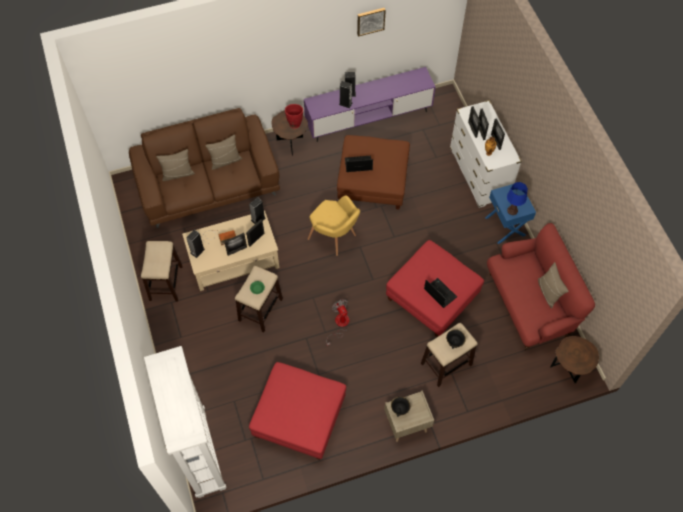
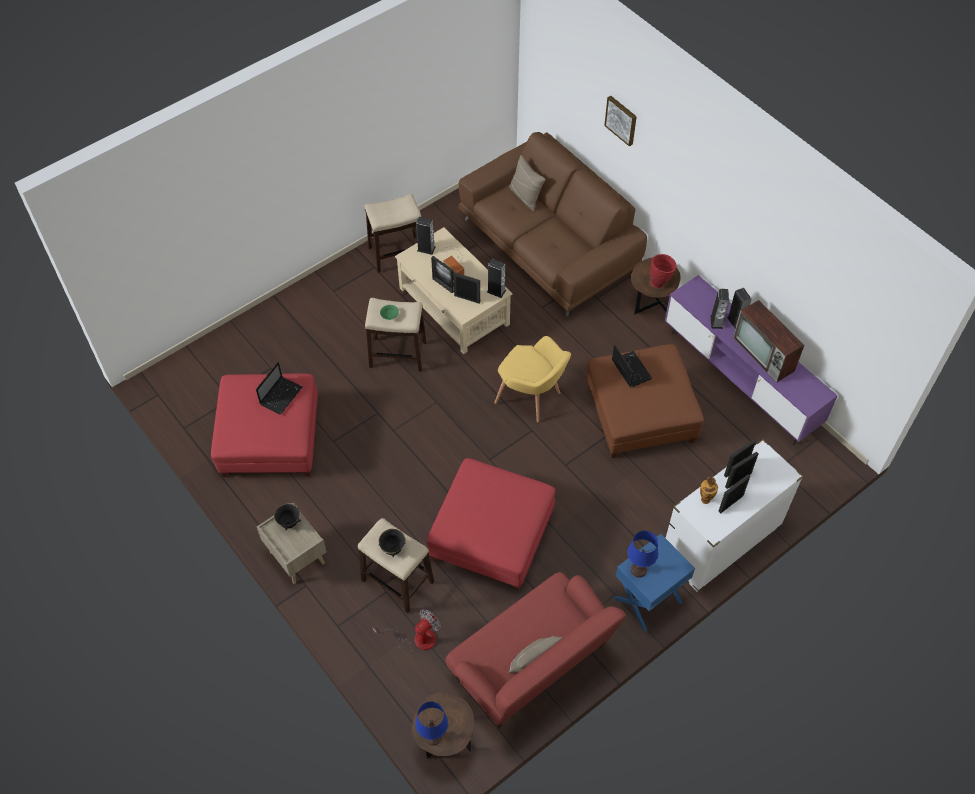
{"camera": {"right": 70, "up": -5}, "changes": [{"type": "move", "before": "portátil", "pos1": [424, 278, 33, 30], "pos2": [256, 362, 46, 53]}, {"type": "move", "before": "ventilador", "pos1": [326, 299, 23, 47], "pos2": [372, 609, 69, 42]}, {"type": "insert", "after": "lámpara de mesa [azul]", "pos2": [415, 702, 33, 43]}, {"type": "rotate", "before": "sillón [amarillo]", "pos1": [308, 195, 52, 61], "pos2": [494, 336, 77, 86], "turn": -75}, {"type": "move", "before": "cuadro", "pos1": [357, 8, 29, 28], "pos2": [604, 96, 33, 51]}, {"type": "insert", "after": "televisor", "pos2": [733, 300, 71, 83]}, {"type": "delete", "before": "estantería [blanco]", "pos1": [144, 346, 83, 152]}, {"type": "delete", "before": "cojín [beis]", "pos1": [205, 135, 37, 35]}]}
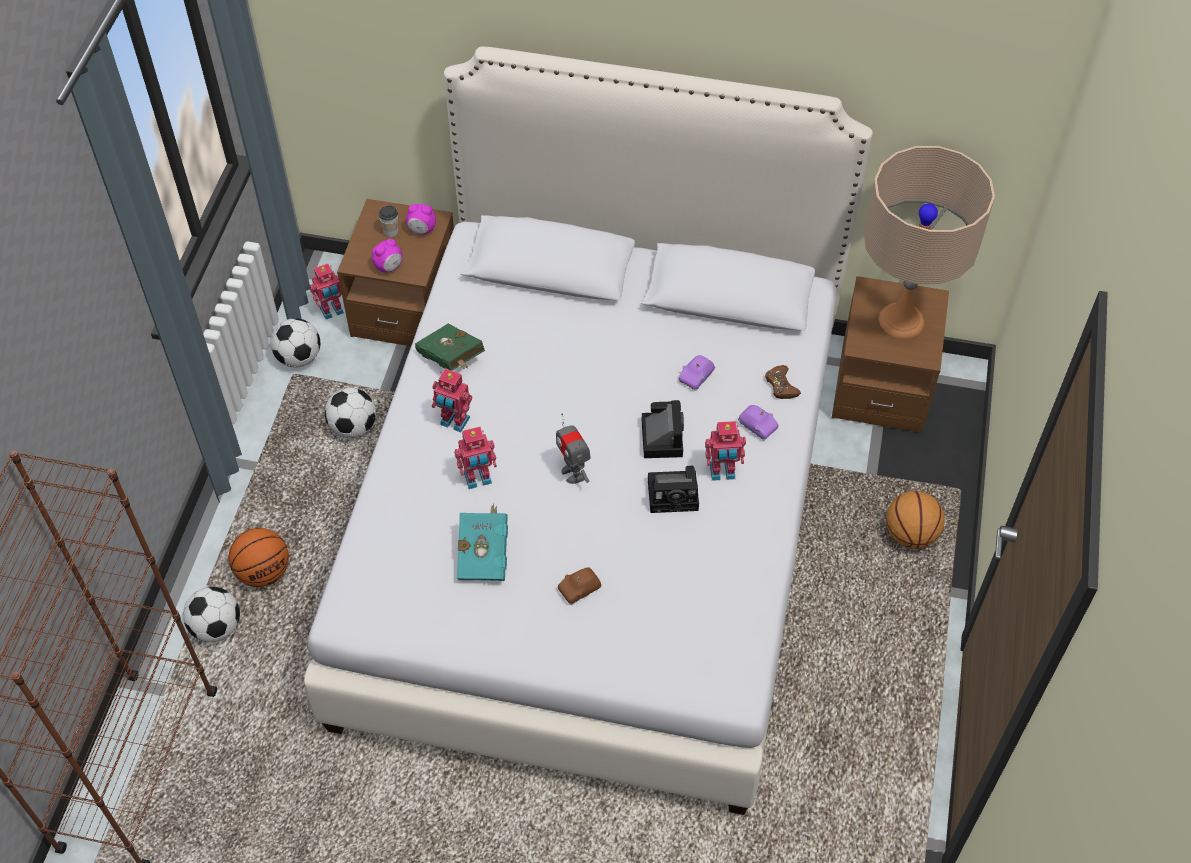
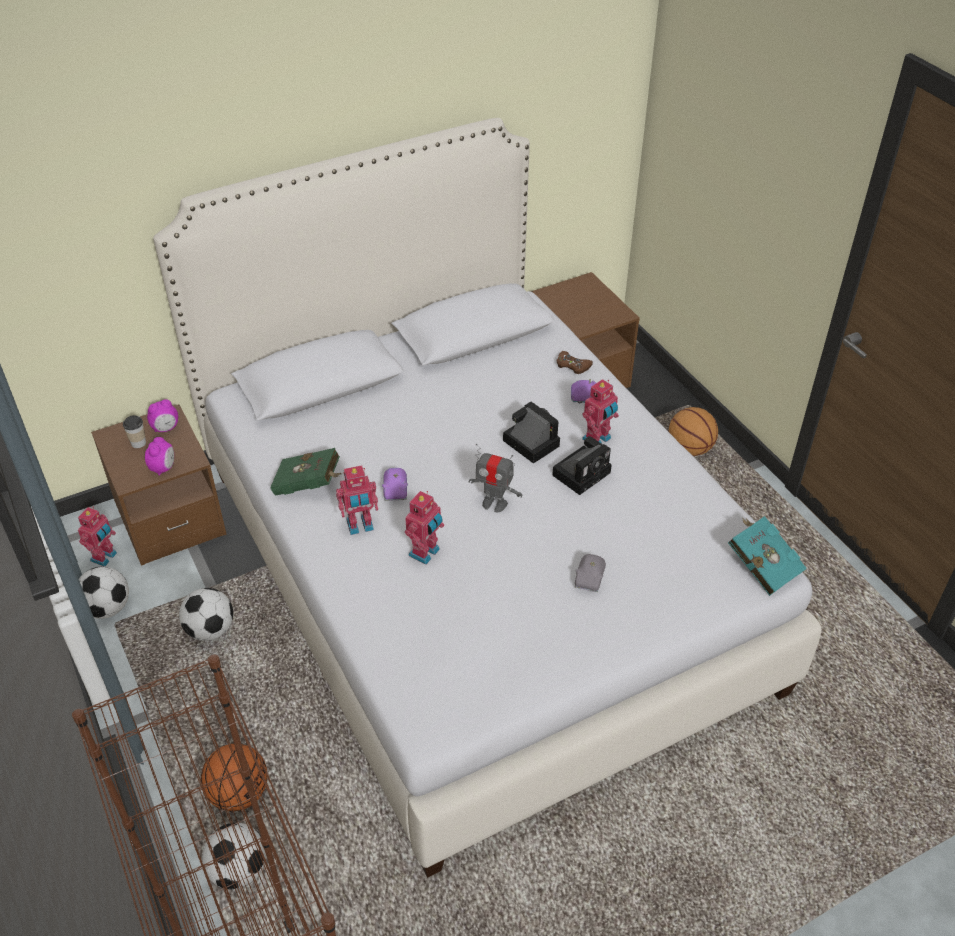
{"camera": {"right": -40, "up": -10}, "changes": [{"type": "move", "before": "coche de juguete [morado]", "pos1": [679, 355, 36, 36], "pos2": [382, 468, 26, 33]}, {"type": "recolor", "before": "coche de juguete [marrón]", "after": "coche de juguete [gris]", "pos1": [558, 567, 43, 38], "pos2": [575, 554, 31, 38]}, {"type": "move", "before": "libro [turquesa]", "pos1": [457, 503, 51, 78], "pos2": [728, 516, 79, 80]}, {"type": "delete", "before": "lámpara de mesa [beis]", "pos1": [864, 146, 131, 193]}]}
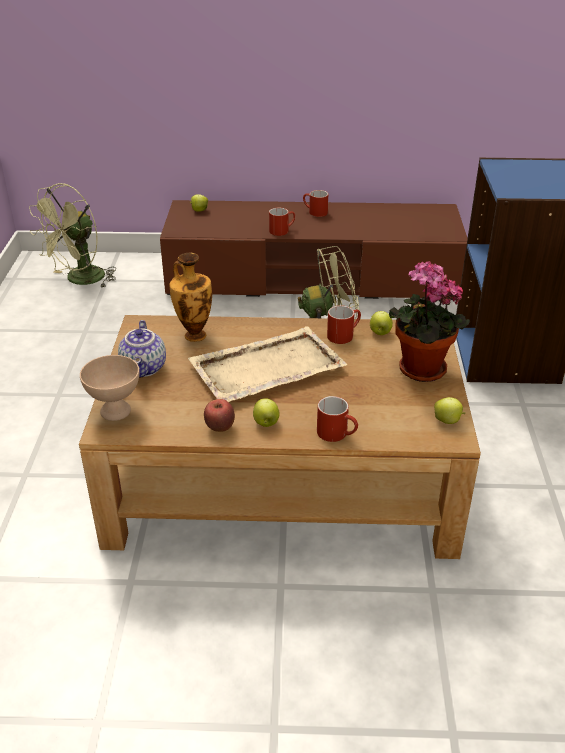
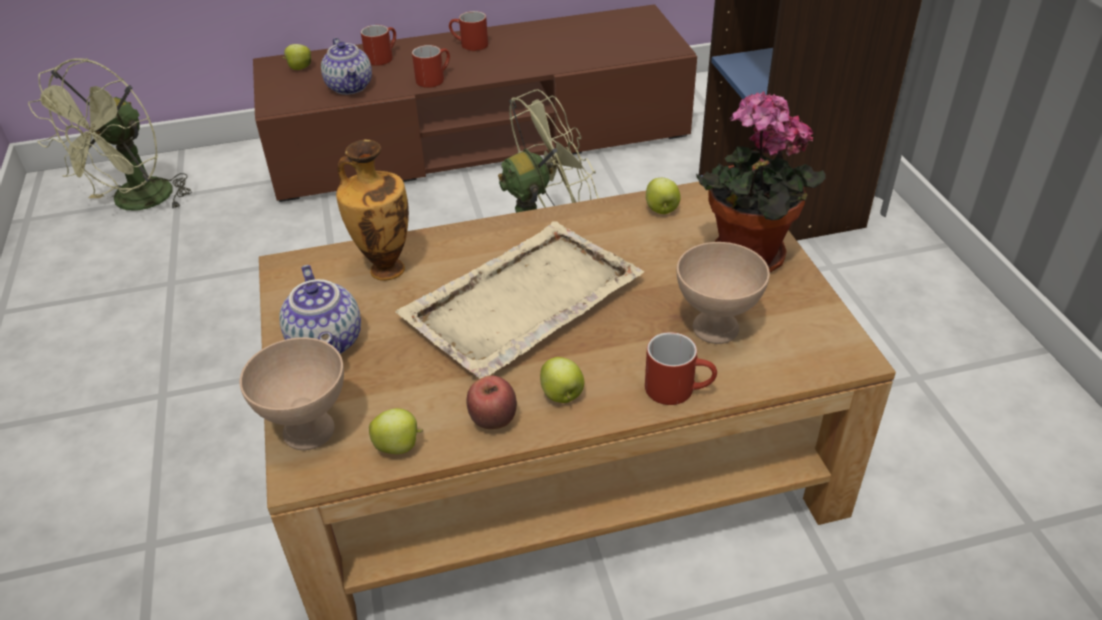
{"camera": {"right": -15, "up": 5}, "changes": [{"type": "insert", "after": "tetera", "pos2": [321, 38, 51, 57]}, {"type": "move", "before": "taza grande [rojo]", "pos1": [327, 305, 34, 39], "pos2": [361, 25, 35, 41]}, {"type": "move", "before": "manzana", "pos1": [434, 397, 31, 27], "pos2": [369, 408, 54, 46]}, {"type": "insert", "after": "cuenco [beis]", "pos2": [677, 242, 93, 102]}]}
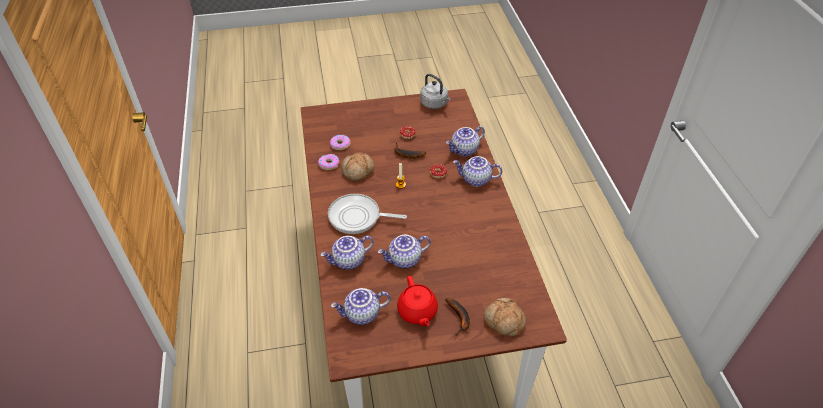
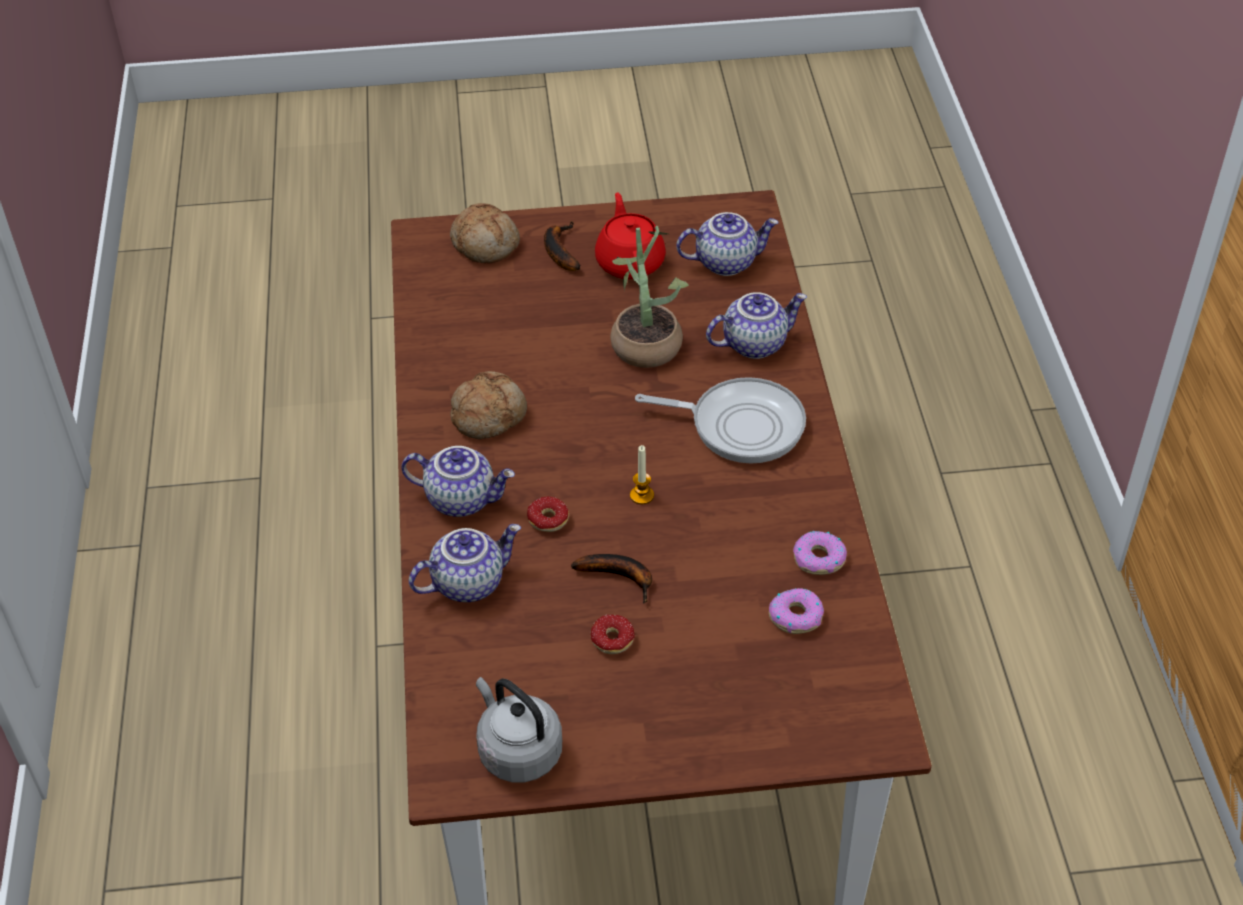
{"camera": {"right": -175, "up": 0}, "changes": [{"type": "move", "before": "pan", "pos1": [341, 153, 33, 28], "pos2": [451, 371, 76, 68]}, {"type": "replace", "before": "tetera", "after": "planta en maceta", "pos1": [378, 235, 53, 33], "pos2": [610, 226, 79, 142]}]}
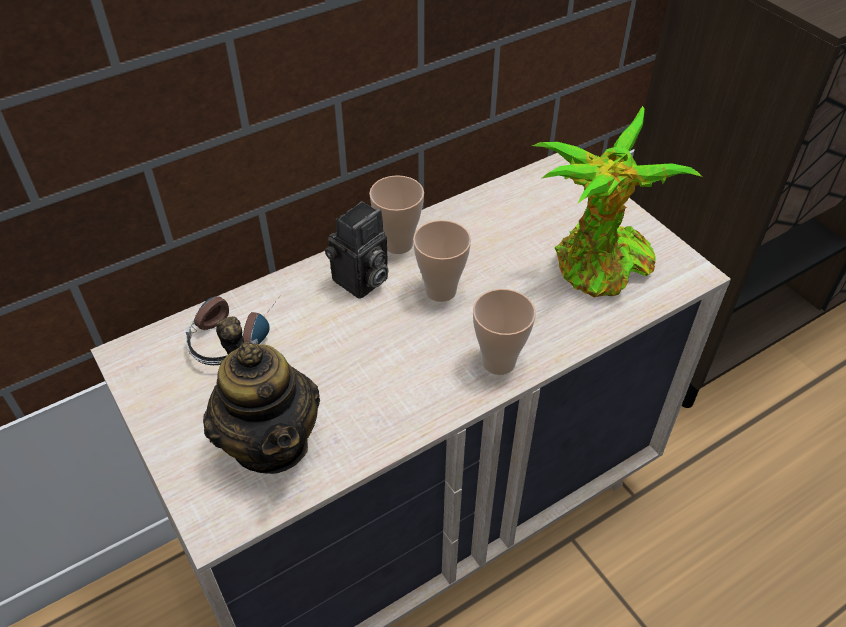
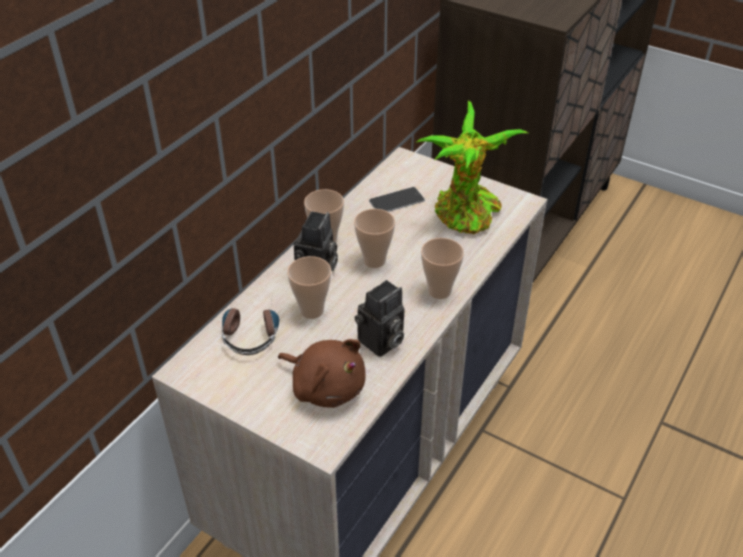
{"camera": {"right": -25, "up": -5}, "changes": [{"type": "replace", "before": "tetera", "after": "peluche [marrón]", "pos1": [203, 316, 117, 158], "pos2": [278, 339, 88, 69]}, {"type": "insert", "after": "taza", "pos2": [287, 256, 44, 63]}, {"type": "insert", "after": "cámara", "pos2": [355, 280, 49, 77]}, {"type": "insert", "after": "móvil", "pos2": [369, 187, 56, 25]}]}
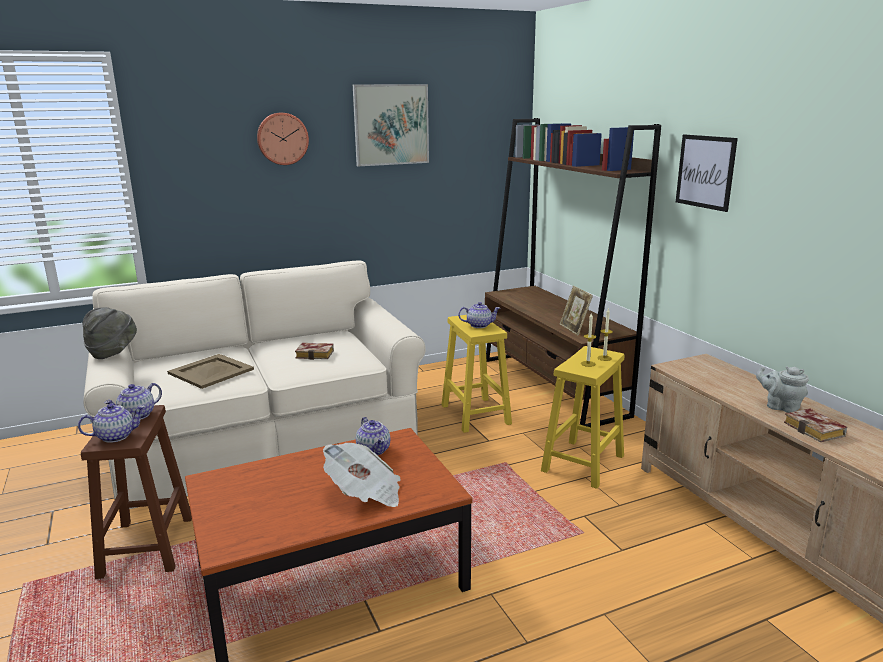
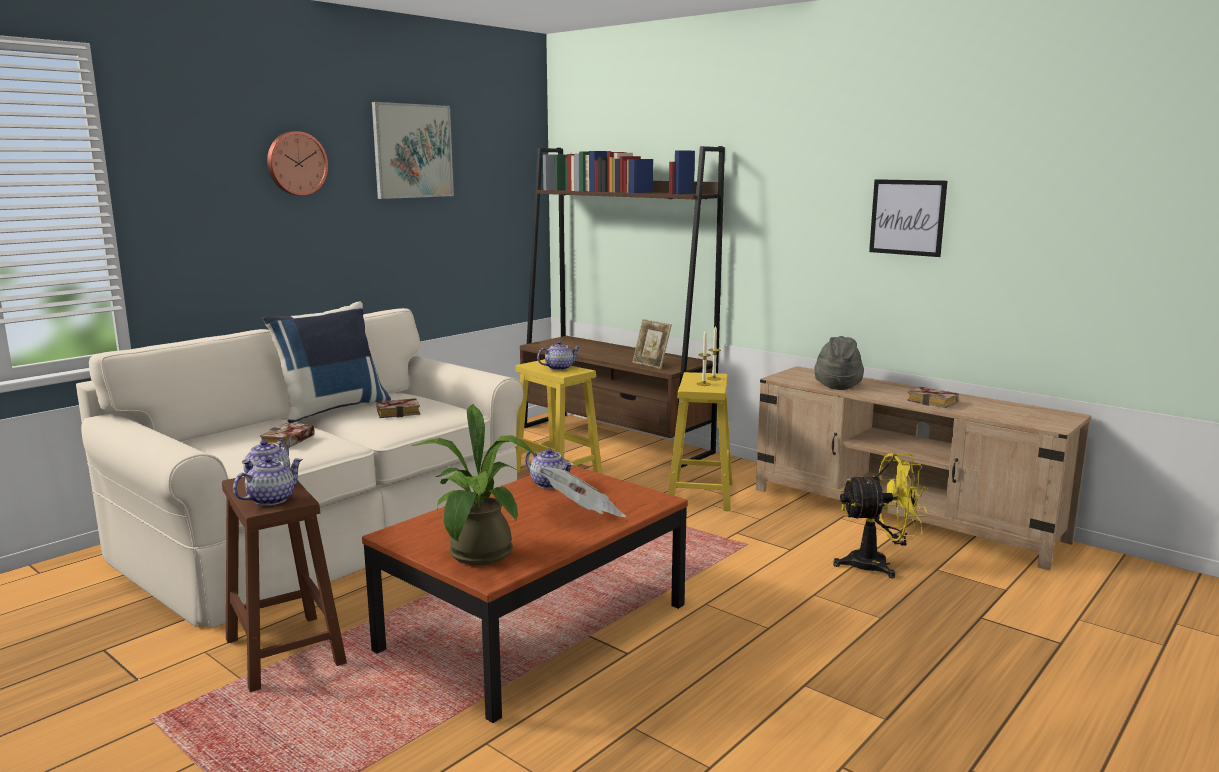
{"camera": {"right": -25, "up": -5}, "changes": [{"type": "replace", "before": "bandeja [beis]", "after": "libro", "pos1": [167, 354, 87, 35], "pos2": [260, 423, 55, 25]}, {"type": "insert", "after": "cojín [azul]", "pos2": [263, 301, 128, 122]}, {"type": "insert", "after": "planta en maceta", "pos2": [411, 404, 125, 161]}, {"type": "move", "before": "sombrero [gris]", "pos1": [82, 307, 55, 52], "pos2": [815, 336, 49, 54]}, {"type": "insert", "after": "ventilador [amarillo]", "pos2": [833, 453, 95, 125]}, {"type": "move", "before": "cuadro", "pos1": [676, 134, 62, 78], "pos2": [869, 179, 78, 78]}, {"type": "delete", "before": "tetera [gris]", "pos1": [756, 366, 53, 47]}]}
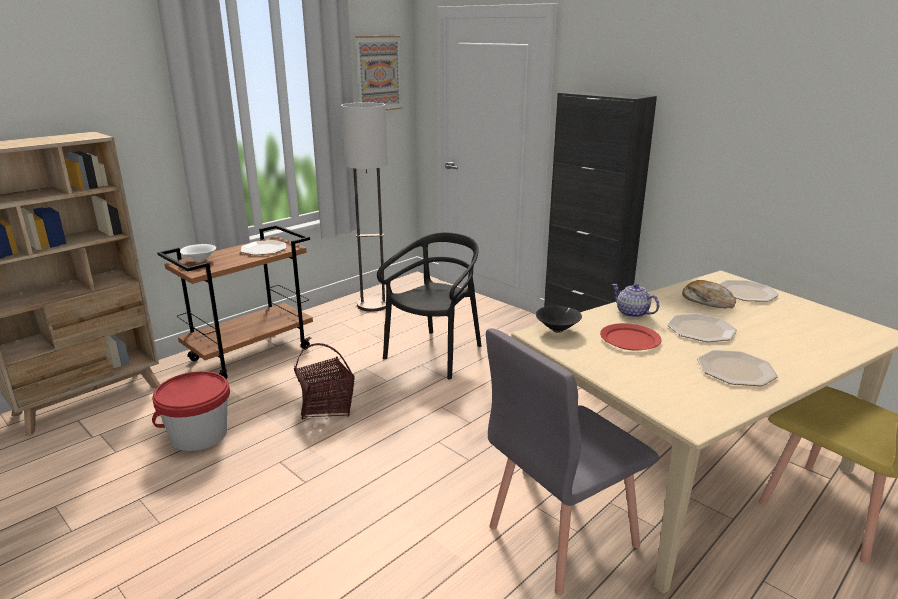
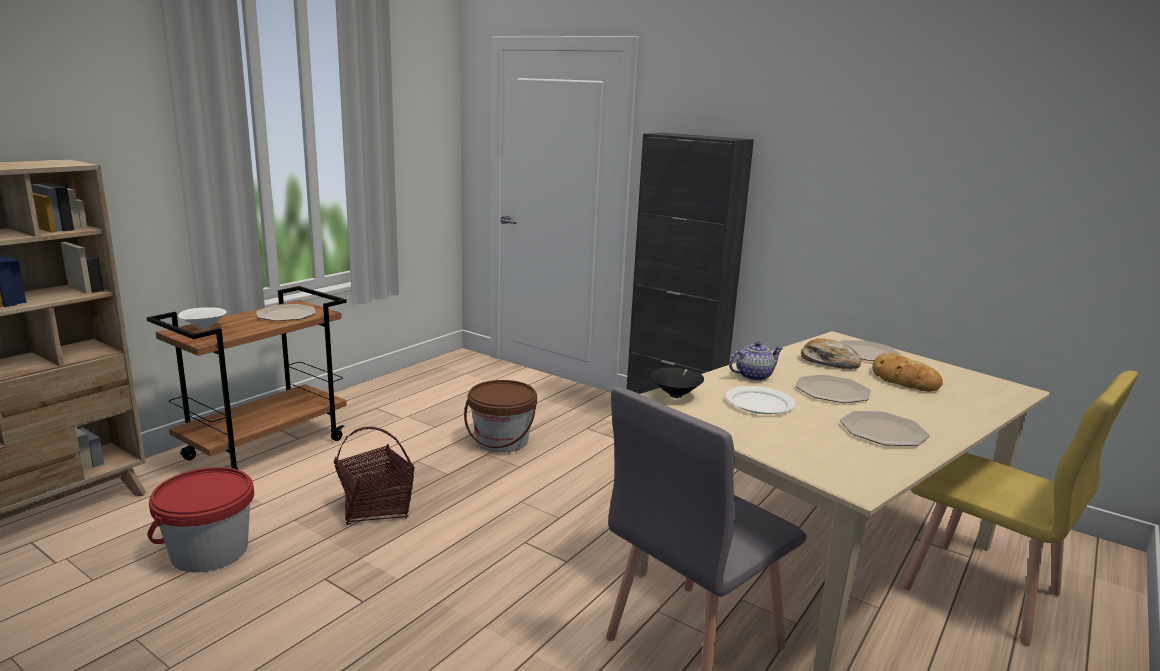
{"camera": {"right": -10, "up": -5}, "changes": [{"type": "replace", "before": "silla [negro]", "after": "cubo [marrón]", "pos1": [377, 232, 104, 148], "pos2": [464, 380, 73, 73]}, {"type": "recolor", "before": "plato [rojo]", "after": "plato [blanco]", "pos1": [600, 323, 62, 27], "pos2": [726, 386, 70, 28]}, {"type": "rotate", "before": "tetera", "pos1": [612, 283, 48, 35], "pos2": [729, 341, 54, 40], "turn": 120}, {"type": "insert", "after": "pan", "pos2": [872, 352, 71, 40]}, {"type": "delete", "before": "lámpara de pie", "pos1": [341, 102, 47, 210]}, {"type": "delete", "before": "cuadro", "pos1": [355, 36, 47, 74]}]}
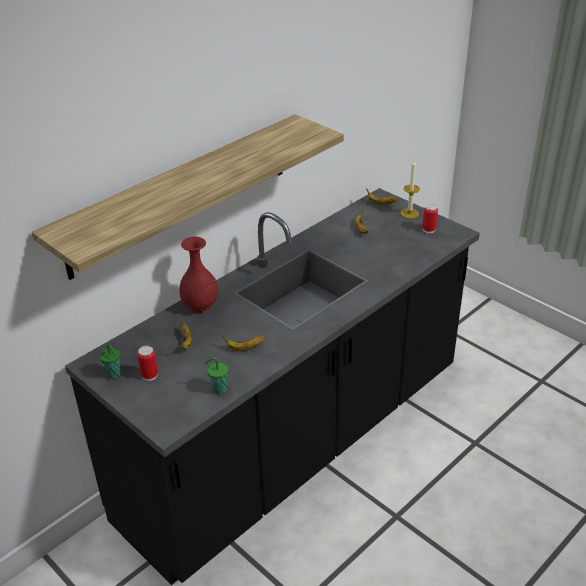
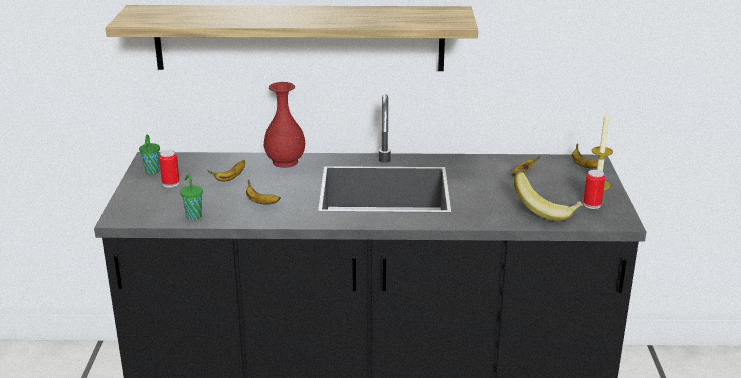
{"camera": {"right": 45, "up": -10}, "changes": [{"type": "insert", "after": "plátano", "pos2": [514, 172, 69, 49]}]}
